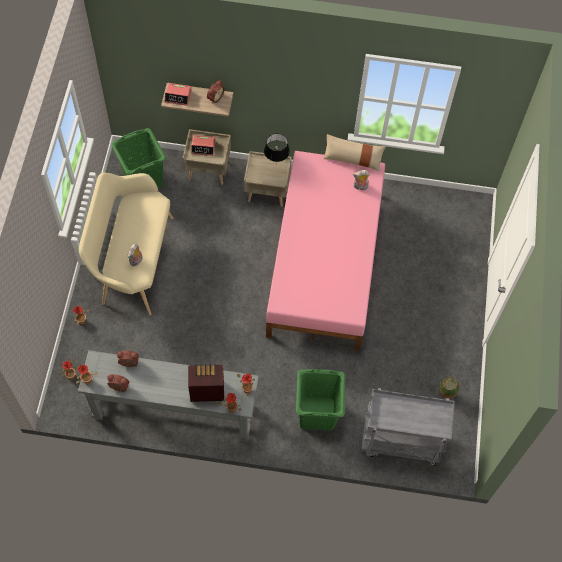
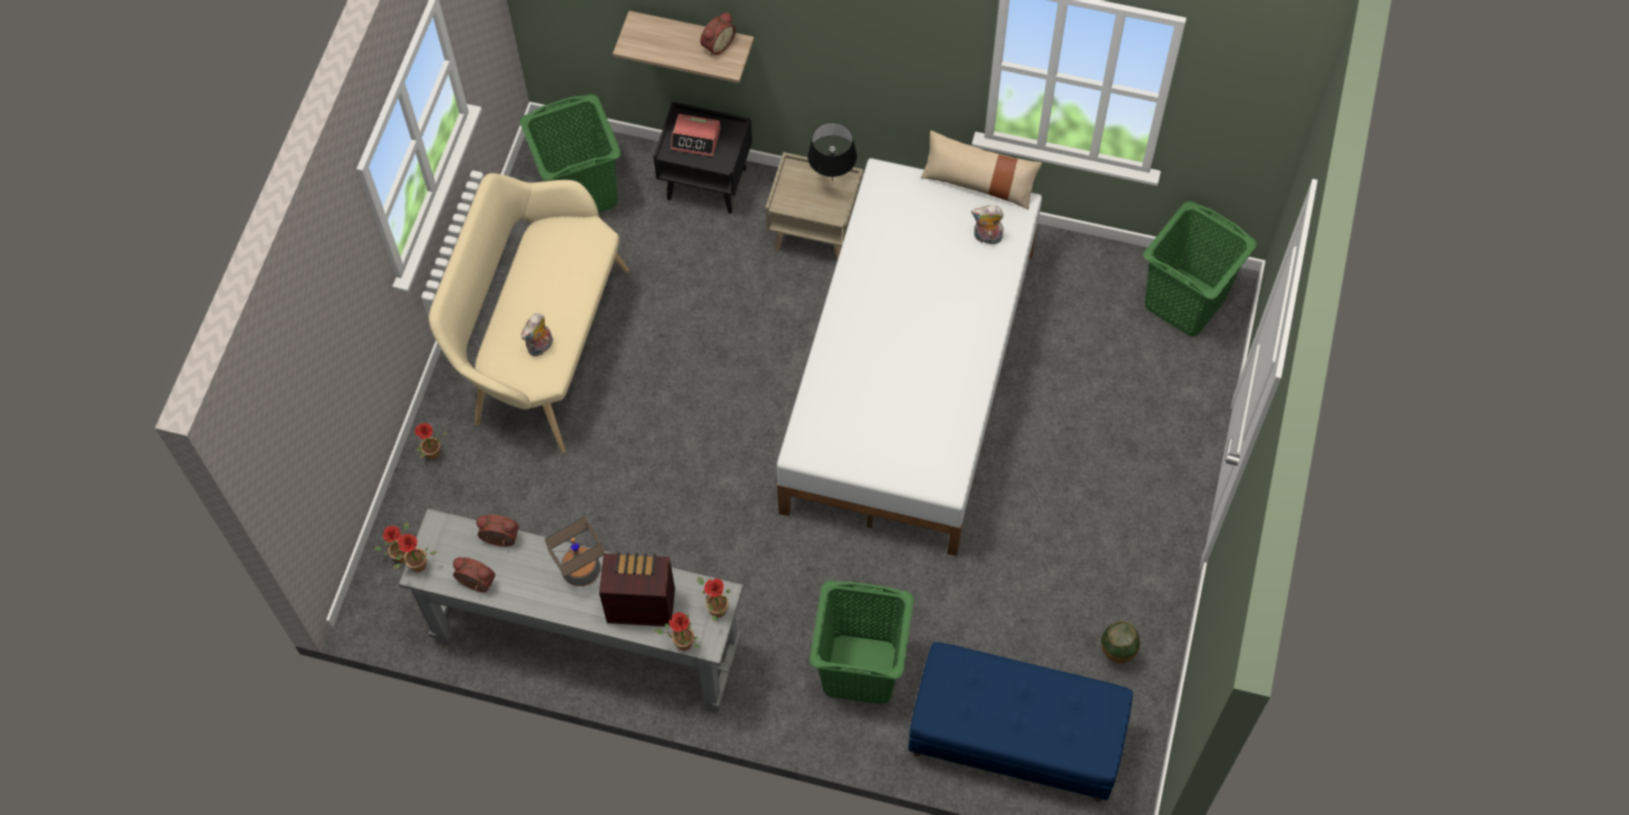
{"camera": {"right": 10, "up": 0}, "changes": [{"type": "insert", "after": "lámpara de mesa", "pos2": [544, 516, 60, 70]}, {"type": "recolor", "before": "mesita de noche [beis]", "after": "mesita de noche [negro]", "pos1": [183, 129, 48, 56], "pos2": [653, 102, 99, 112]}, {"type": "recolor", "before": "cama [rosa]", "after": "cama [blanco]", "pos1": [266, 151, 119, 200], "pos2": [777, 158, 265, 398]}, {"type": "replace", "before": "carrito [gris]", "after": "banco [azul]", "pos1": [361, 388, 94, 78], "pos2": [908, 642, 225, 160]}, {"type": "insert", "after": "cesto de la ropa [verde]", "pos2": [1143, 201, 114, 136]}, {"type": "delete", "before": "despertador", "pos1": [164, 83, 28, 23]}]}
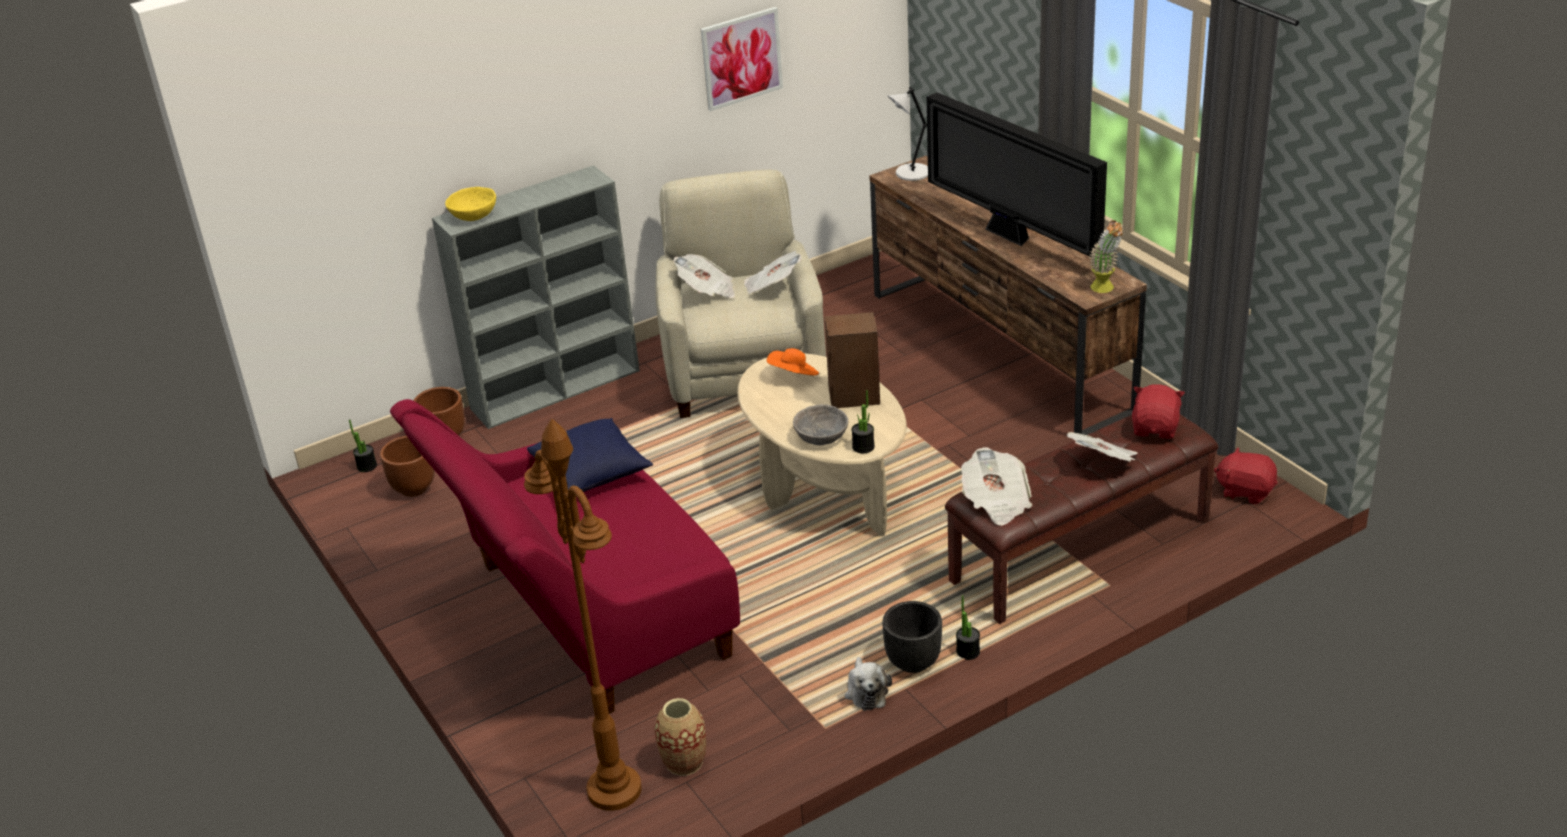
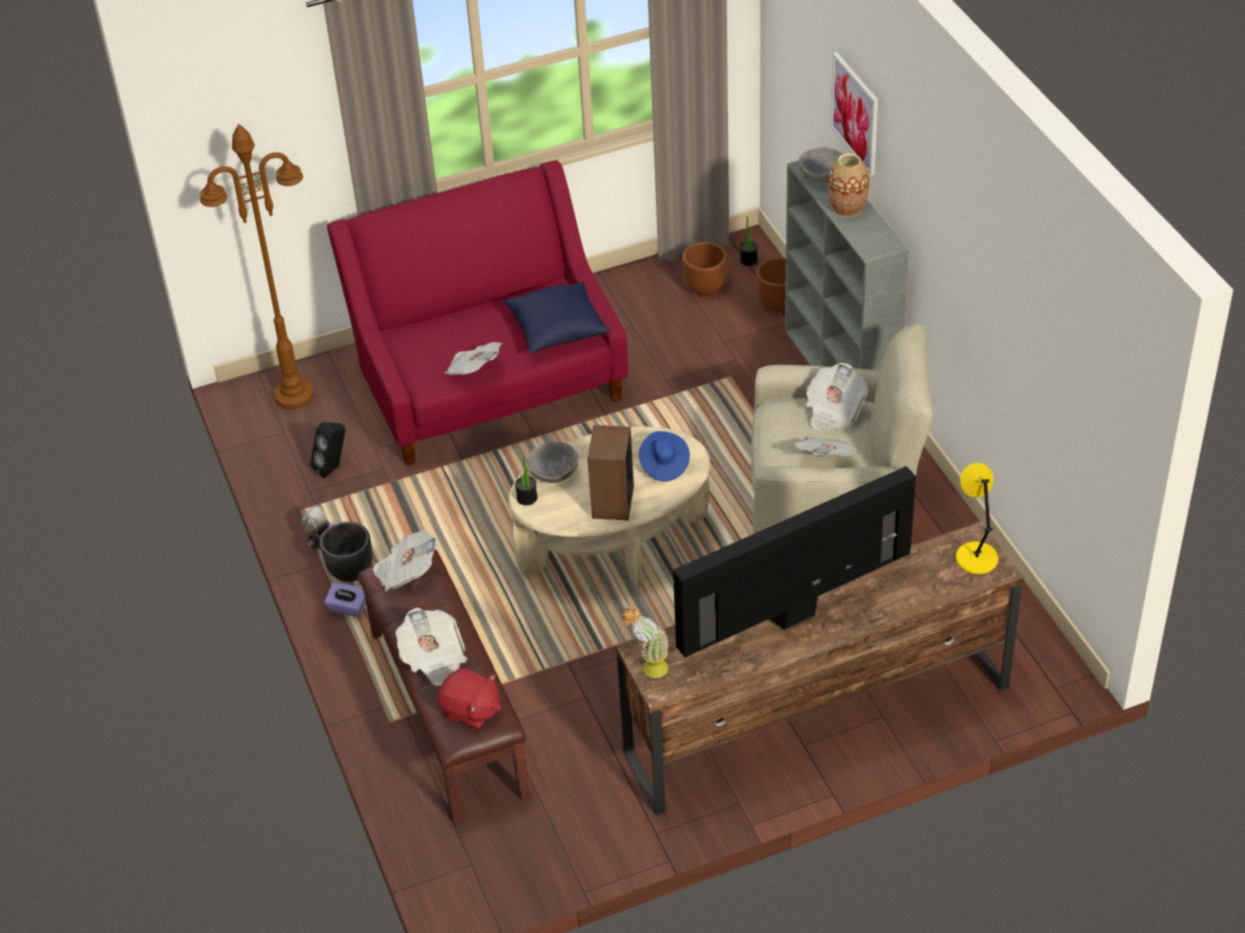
{"camera": {"right": 100, "up": 10}, "changes": [{"type": "insert", "after": "altavoz [negro]", "pos2": [310, 422, 35, 56]}, {"type": "replace", "before": "planta en maceta", "after": "caja de pañuelos [morado]", "pos1": [956, 595, 24, 65], "pos2": [325, 583, 41, 34]}, {"type": "insert", "after": "periódico", "pos2": [444, 342, 58, 33]}, {"type": "recolor", "before": "sombrero [naranja]", "after": "sombrero [azul]", "pos1": [767, 348, 52, 28], "pos2": [639, 431, 51, 50]}, {"type": "recolor", "before": "cuenco [amarillo]", "after": "cuenco [gris]", "pos1": [445, 187, 51, 34], "pos2": [799, 147, 44, 36]}, {"type": "move", "before": "florero", "pos1": [655, 698, 51, 78], "pos2": [828, 153, 41, 64]}, {"type": "move", "before": "cuadro", "pos1": [701, 7, 82, 104], "pos2": [830, 52, 48, 124]}, {"type": "recolor", "before": "lámpara de mesa [gris]", "after": "lámpara de mesa [amarillo]", "pos1": [888, 87, 40, 94], "pos2": [956, 463, 42, 111]}, {"type": "delete", "before": "peluche [rojo]", "pos1": [1214, 447, 63, 57]}]}
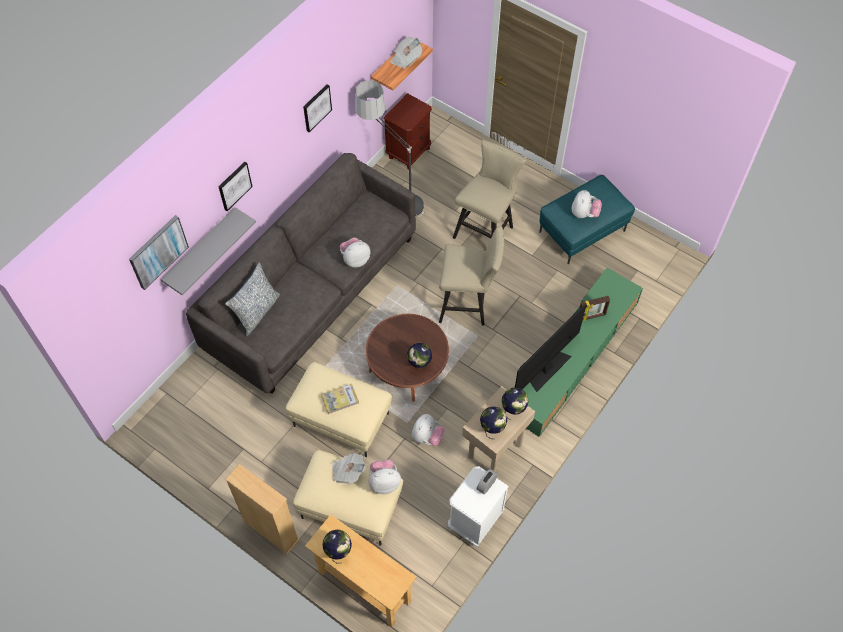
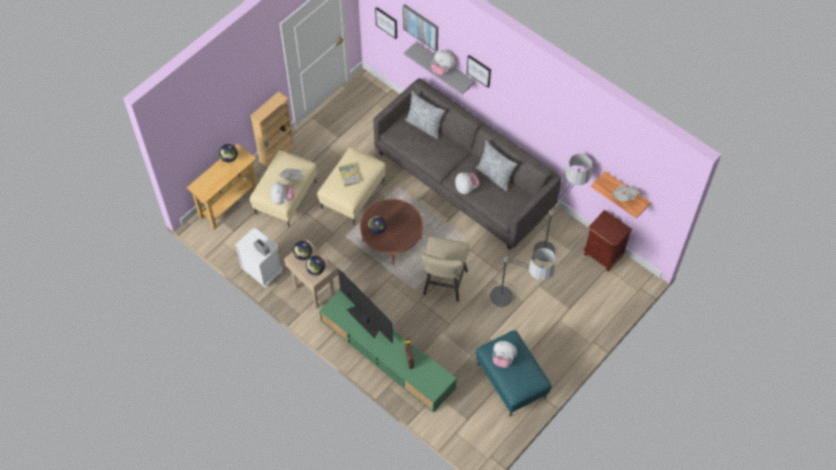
{"camera": {"right": 95, "up": 0}, "changes": [{"type": "move", "before": "cuadro", "pos1": [303, 84, 29, 48], "pos2": [375, 7, 22, 32]}, {"type": "move", "before": "peluche", "pos1": [412, 414, 33, 32], "pos2": [431, 50, 24, 26]}, {"type": "insert", "after": "cojín", "pos2": [476, 140, 42, 52]}, {"type": "replace", "before": "taburete [beis]", "after": "lámpara de pie", "pos1": [453, 140, 74, 99], "pos2": [489, 248, 67, 59]}]}
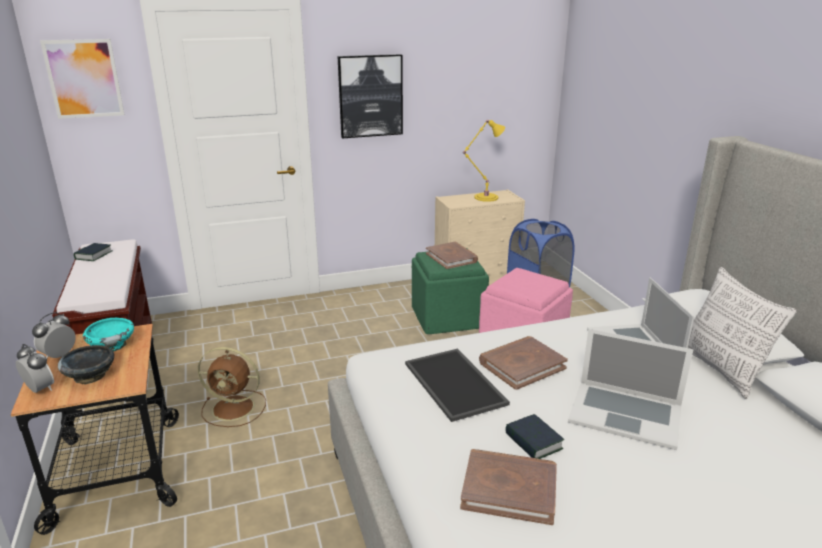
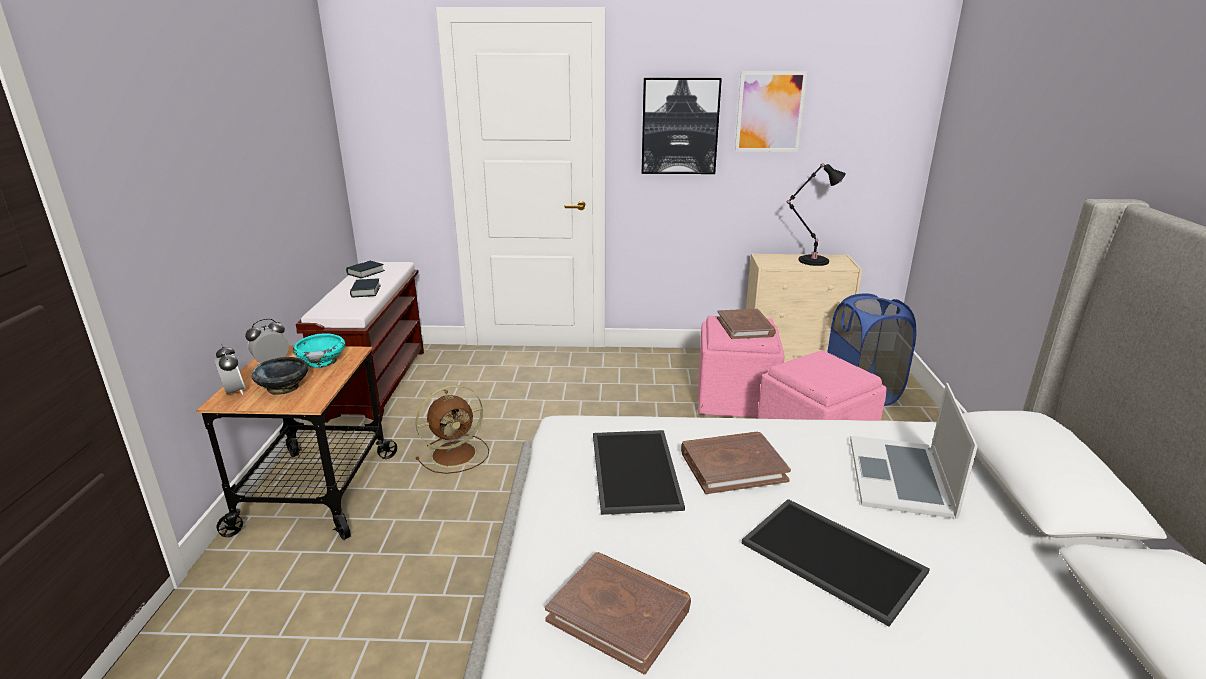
{"camera": {"right": 20, "up": 0}, "changes": [{"type": "move", "before": "libro", "pos1": [505, 414, 59, 45], "pos2": [350, 278, 31, 20]}, {"type": "rotate", "before": "ventilador [marrón]", "pos1": [198, 347, 68, 80], "pos2": [416, 385, 73, 89], "turn": -60}, {"type": "recolor", "before": "puf [verde]", "after": "puf [rosa]", "pos1": [412, 251, 77, 83], "pos2": [698, 316, 86, 102]}, {"type": "move", "before": "cuadro", "pos1": [40, 39, 85, 80], "pos2": [735, 71, 73, 81]}, {"type": "replace", "before": "portátil", "after": "bandeja", "pos1": [568, 329, 125, 121], "pos2": [741, 499, 189, 128]}, {"type": "recolor", "before": "lámpara de mesa [amarillo]", "after": "lámpara de mesa [negro]", "pos1": [463, 120, 42, 82], "pos2": [786, 163, 60, 103]}, {"type": "delete", "before": "cojín", "pos1": [688, 267, 109, 132]}]}
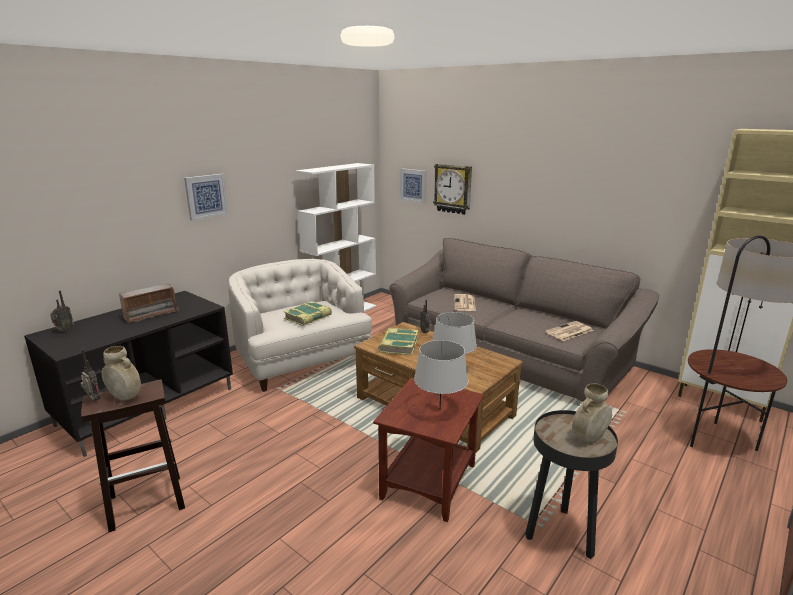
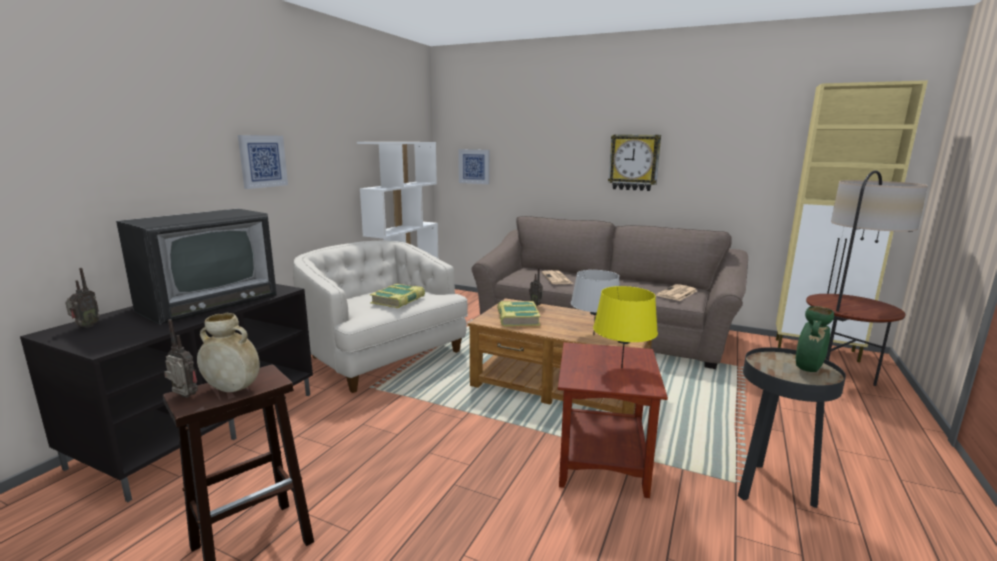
{"camera": {"right": -15, "up": -5}, "changes": [{"type": "replace", "before": "radio", "after": "televisor", "pos1": [119, 283, 60, 40], "pos2": [116, 209, 161, 116]}, {"type": "recolor", "before": "lámpara de mesa [gris]", "after": "lámpara de mesa [amarillo]", "pos1": [414, 340, 54, 69], "pos2": [593, 286, 65, 82]}, {"type": "move", "before": "reloj de pared", "pos1": [433, 164, 39, 51], "pos2": [608, 134, 53, 57]}, {"type": "recolor", "before": "florero [beis]", "after": "florero [verde]", "pos1": [572, 383, 40, 59], "pos2": [796, 306, 38, 66]}]}
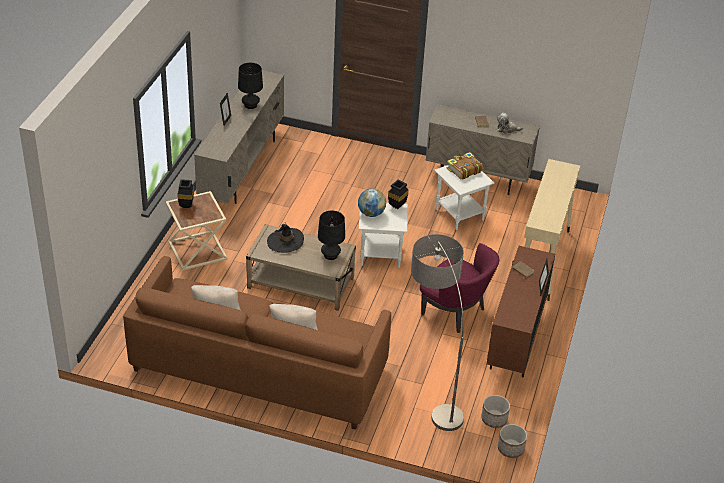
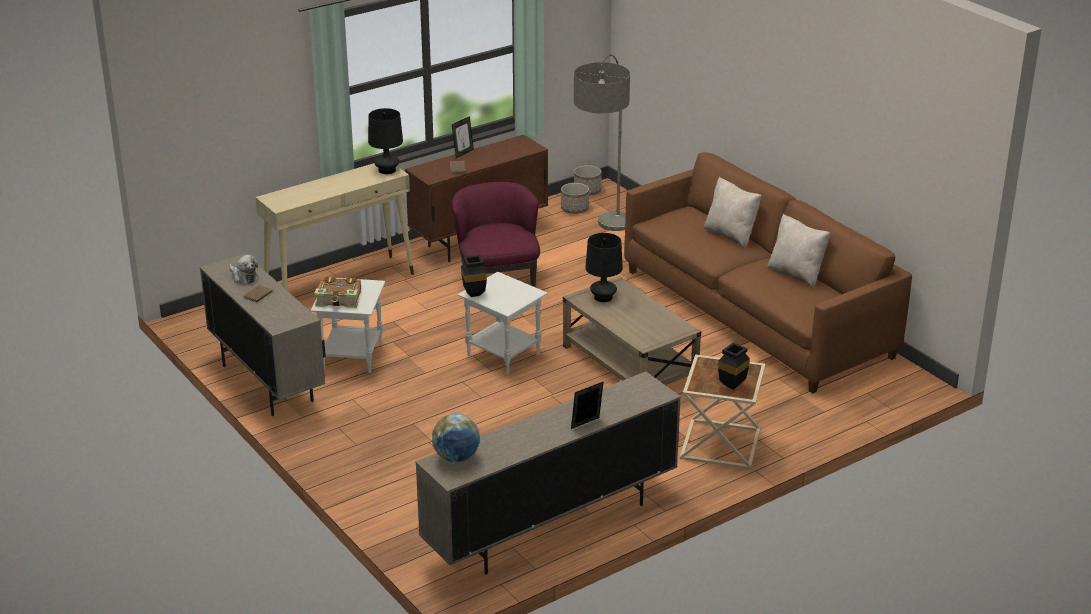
{"camera": {"right": -140, "up": -10}, "changes": [{"type": "move", "before": "lámpara de mesa [negro]", "pos1": [238, 63, 25, 46], "pos2": [368, 108, 35, 66]}, {"type": "move", "before": "globo terráqueo", "pos1": [358, 188, 28, 29], "pos2": [432, 414, 48, 48]}, {"type": "delete", "before": "sombrero [negro]", "pos1": [267, 223, 37, 30]}]}
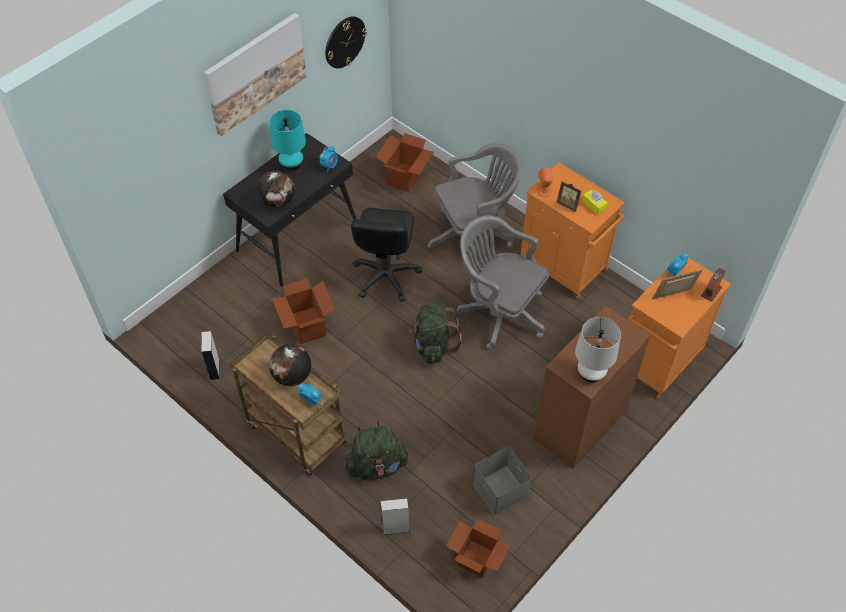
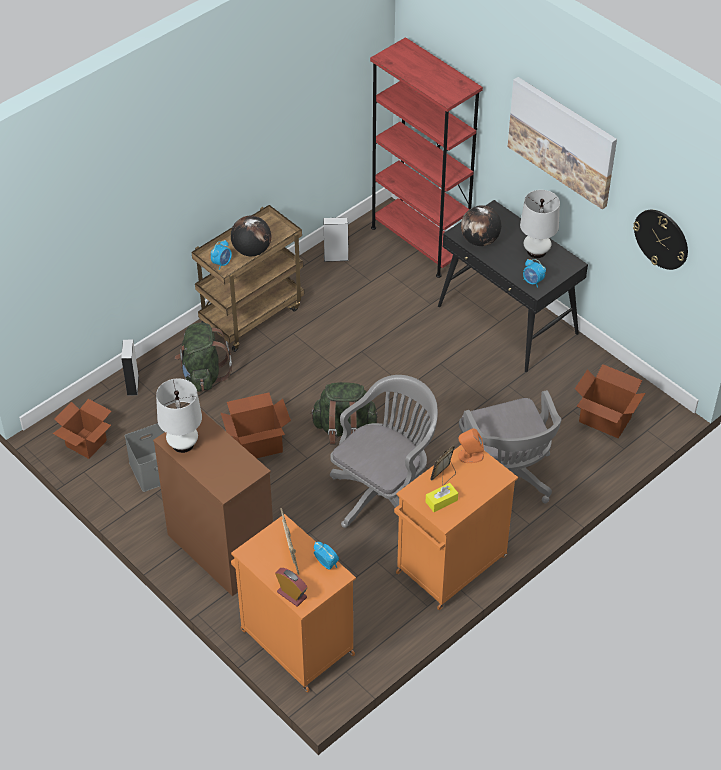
{"camera": {"right": 95, "up": -5}, "changes": [{"type": "move", "before": "caja de cartón", "pos1": [272, 278, 63, 66], "pos2": [221, 392, 70, 66]}, {"type": "insert", "after": "estantería [rojo]", "pos2": [370, 37, 113, 241]}, {"type": "recolor", "before": "lámpara de mesa [turquesa]", "after": "lámpara de mesa [blanco]", "pos1": [270, 110, 36, 61], "pos2": [520, 190, 40, 68]}, {"type": "delete", "before": "silla de oficina [negro]", "pos1": [351, 208, 72, 94]}]}
